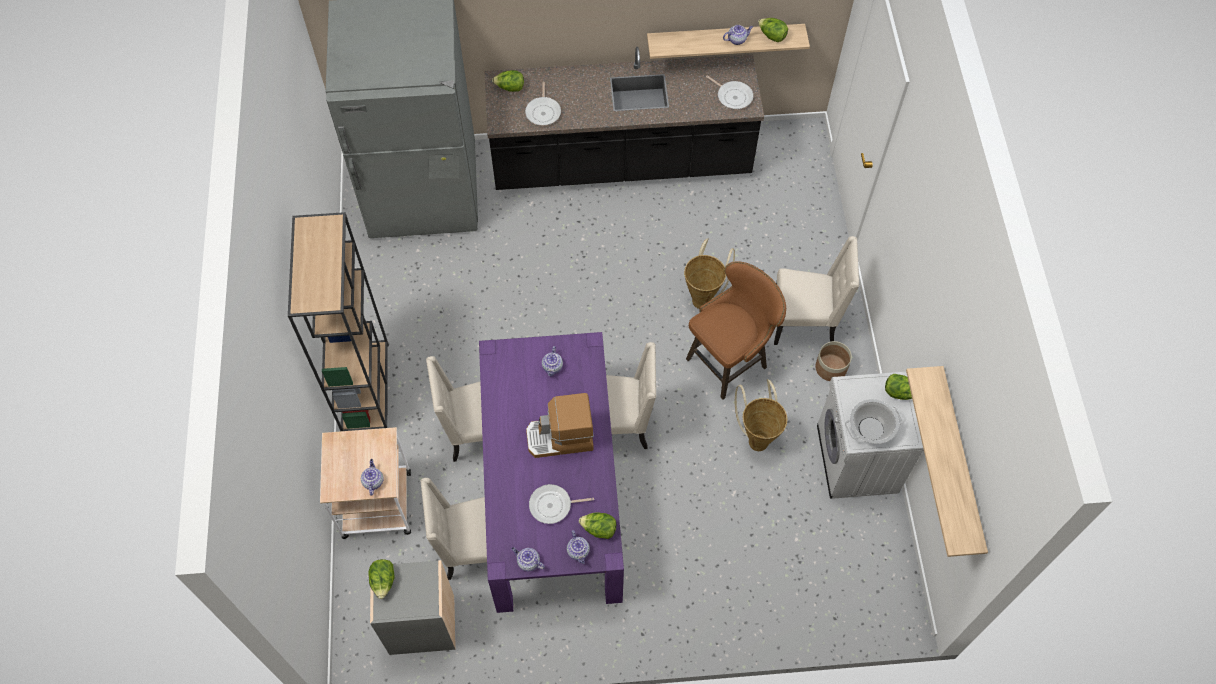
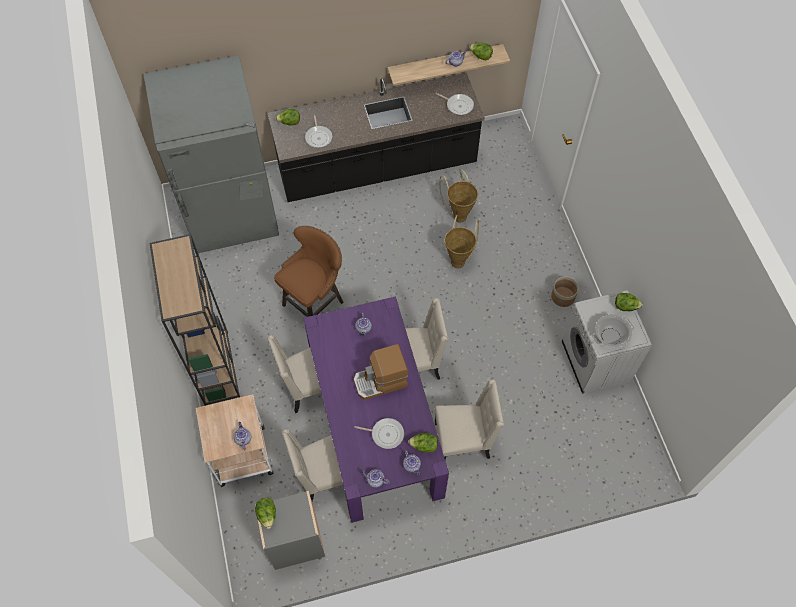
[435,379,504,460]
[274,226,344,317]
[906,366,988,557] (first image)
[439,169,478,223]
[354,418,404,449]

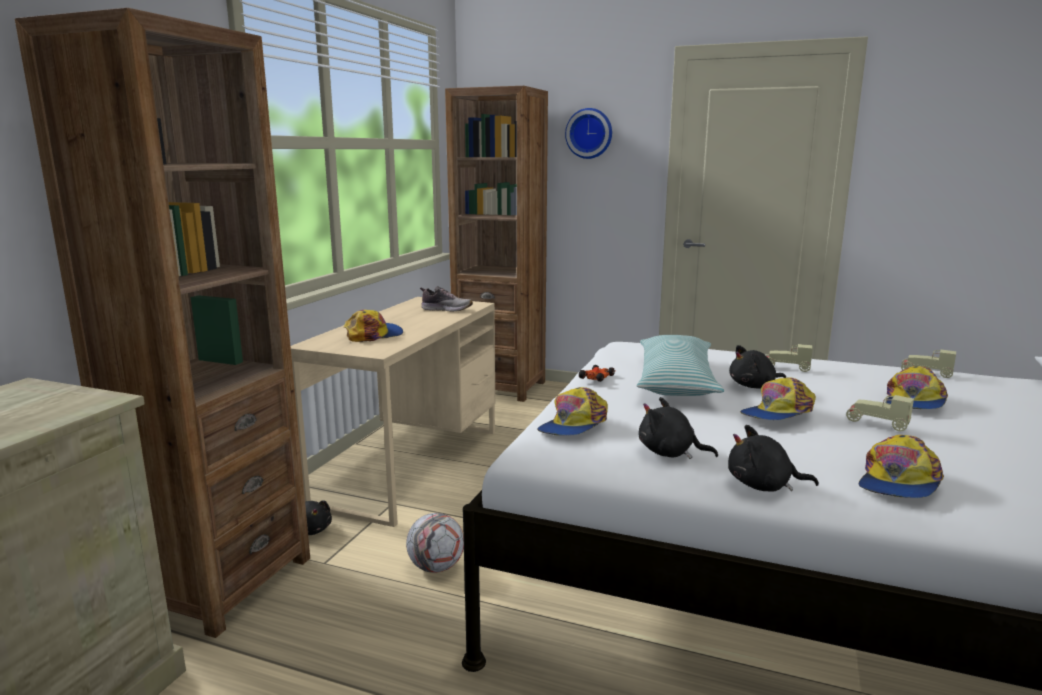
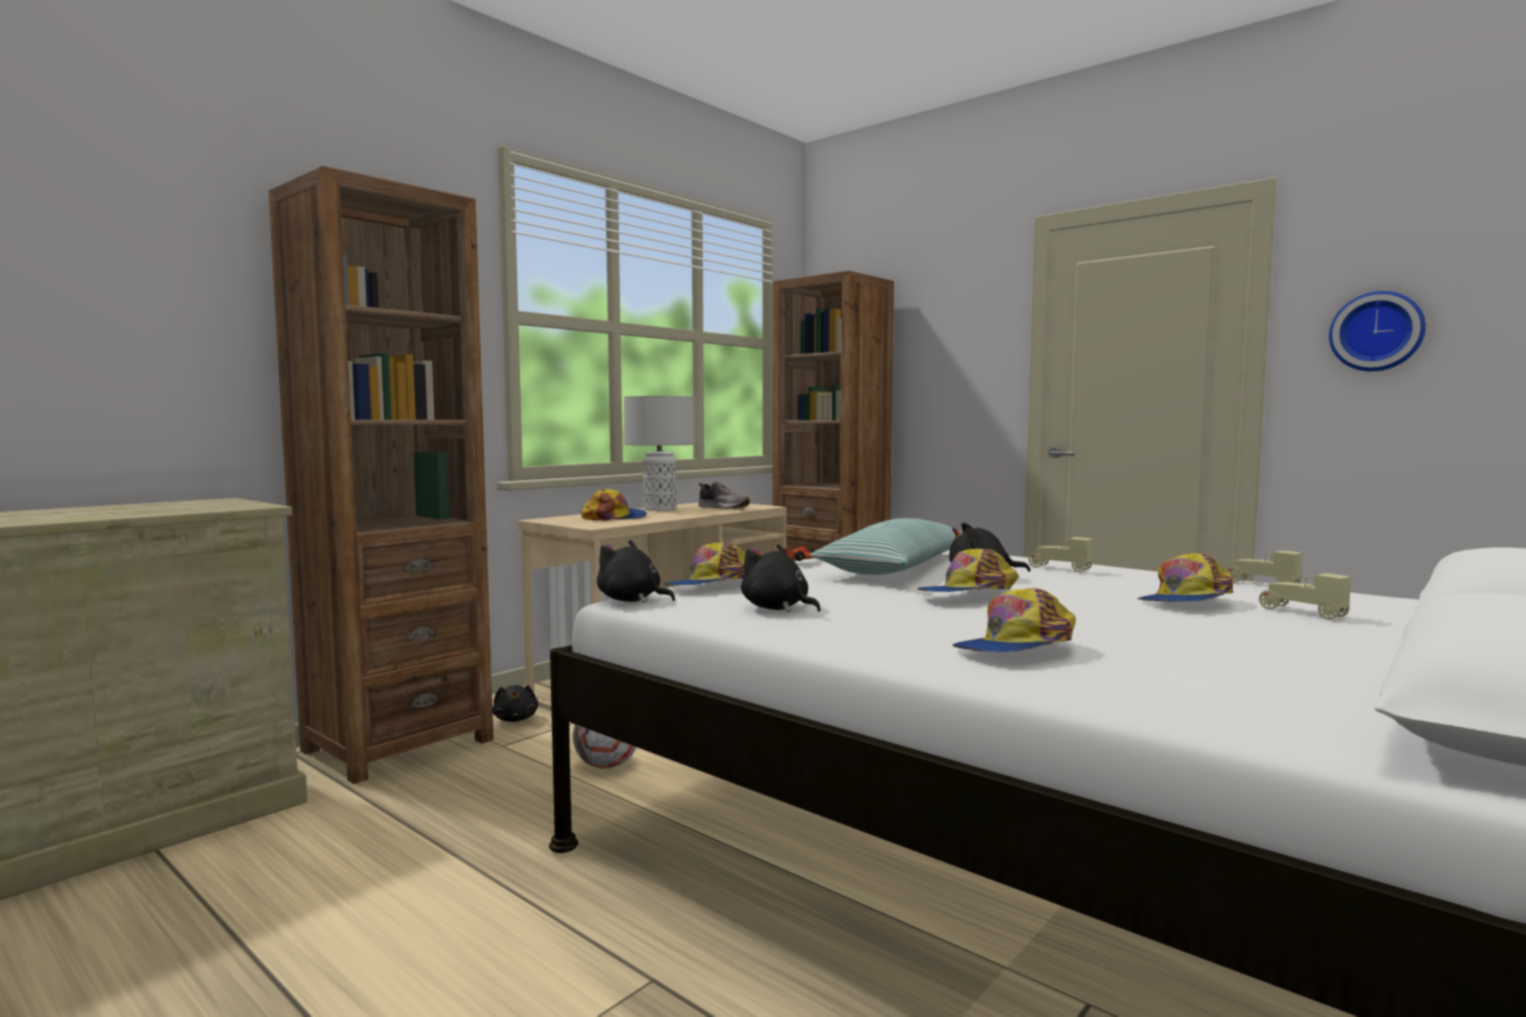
[1329,291,1426,371]
[1259,573,1351,619]
[597,540,675,603]
[624,396,694,511]

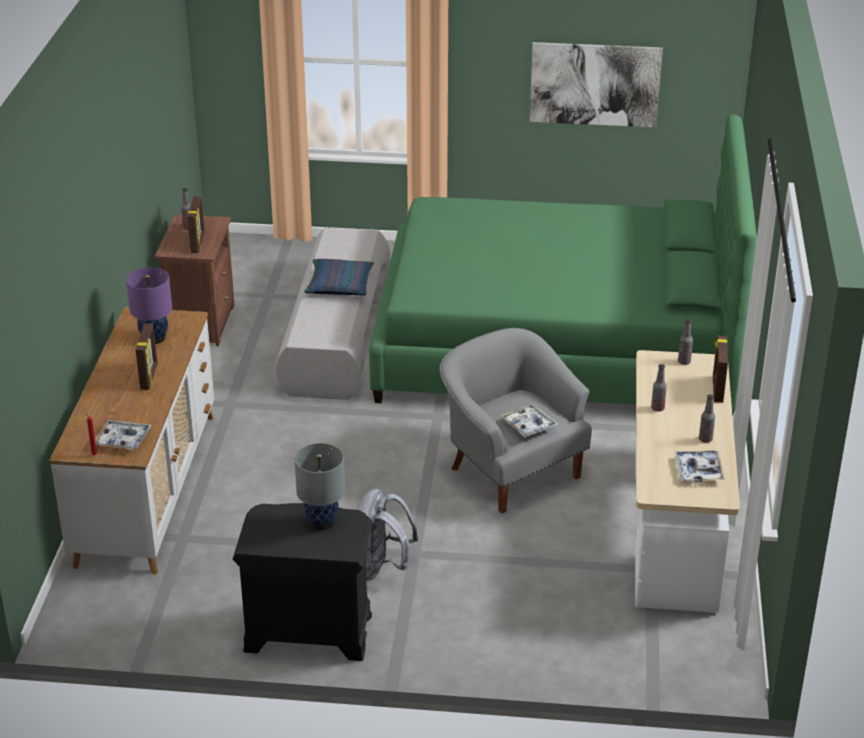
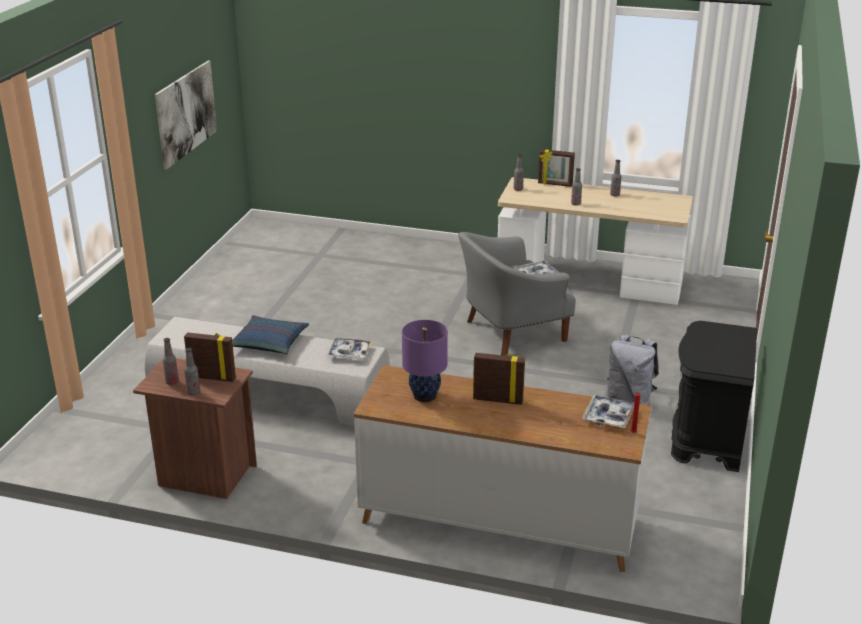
[369,114,757,415] (first image)
[295,443,345,530] (first image)
[327,338,372,360]
[184,348,200,395]

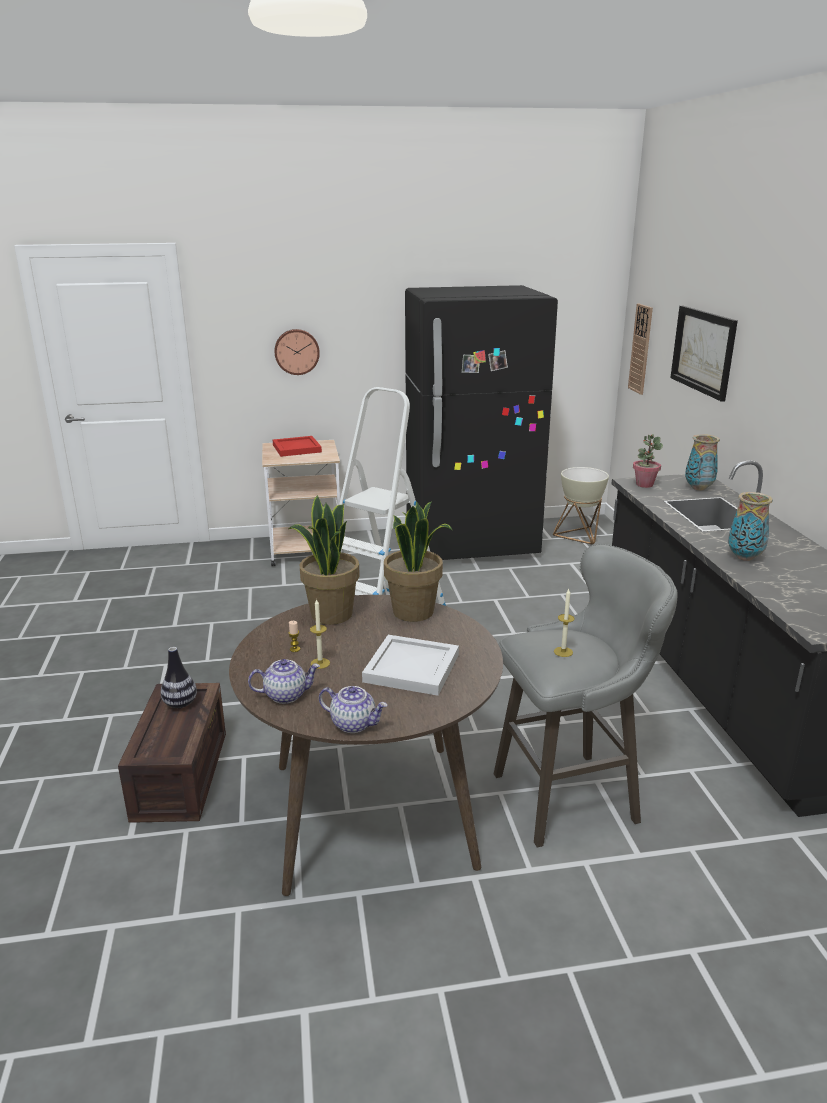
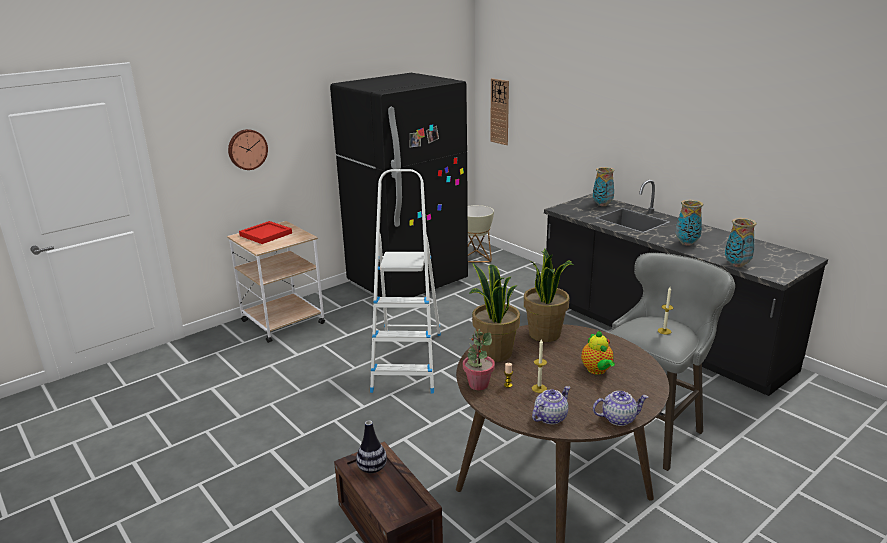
[670,306,738,402] (first image)
[463,329,495,390]
[581,331,615,375]
[725,218,757,267]

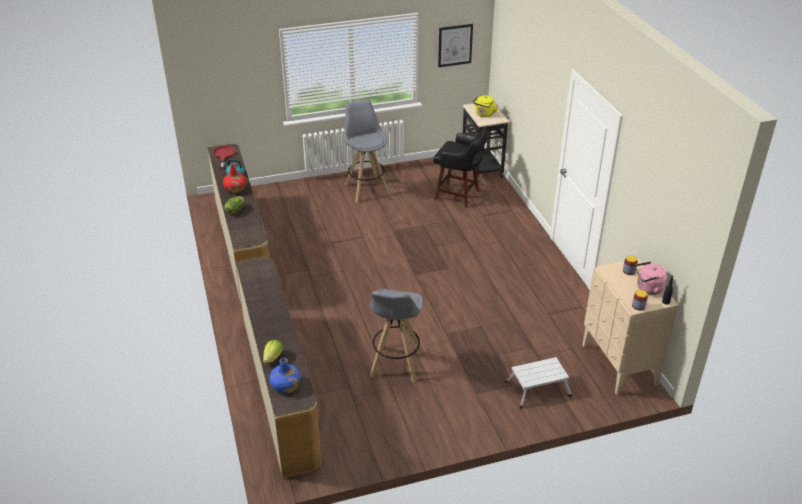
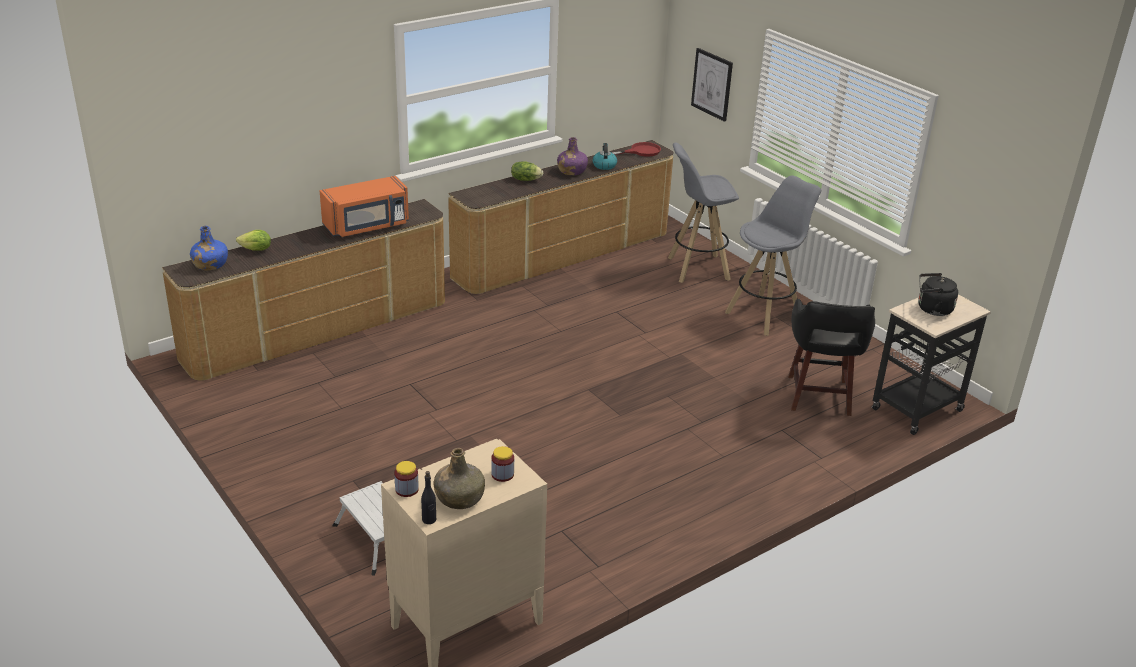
[691,48,733,122]
[918,273,958,316]
[557,137,588,175]
[433,448,485,509]
[668,142,739,283]
[319,176,409,237]

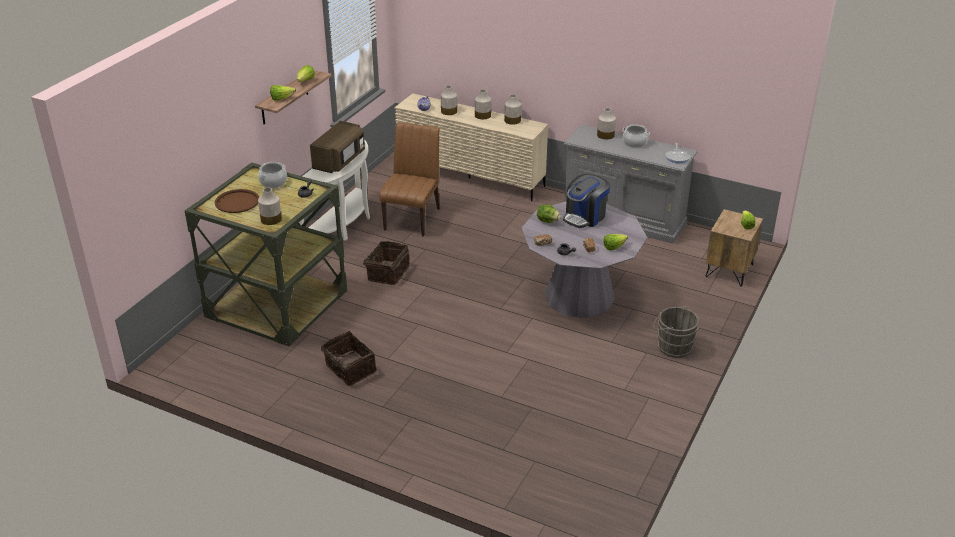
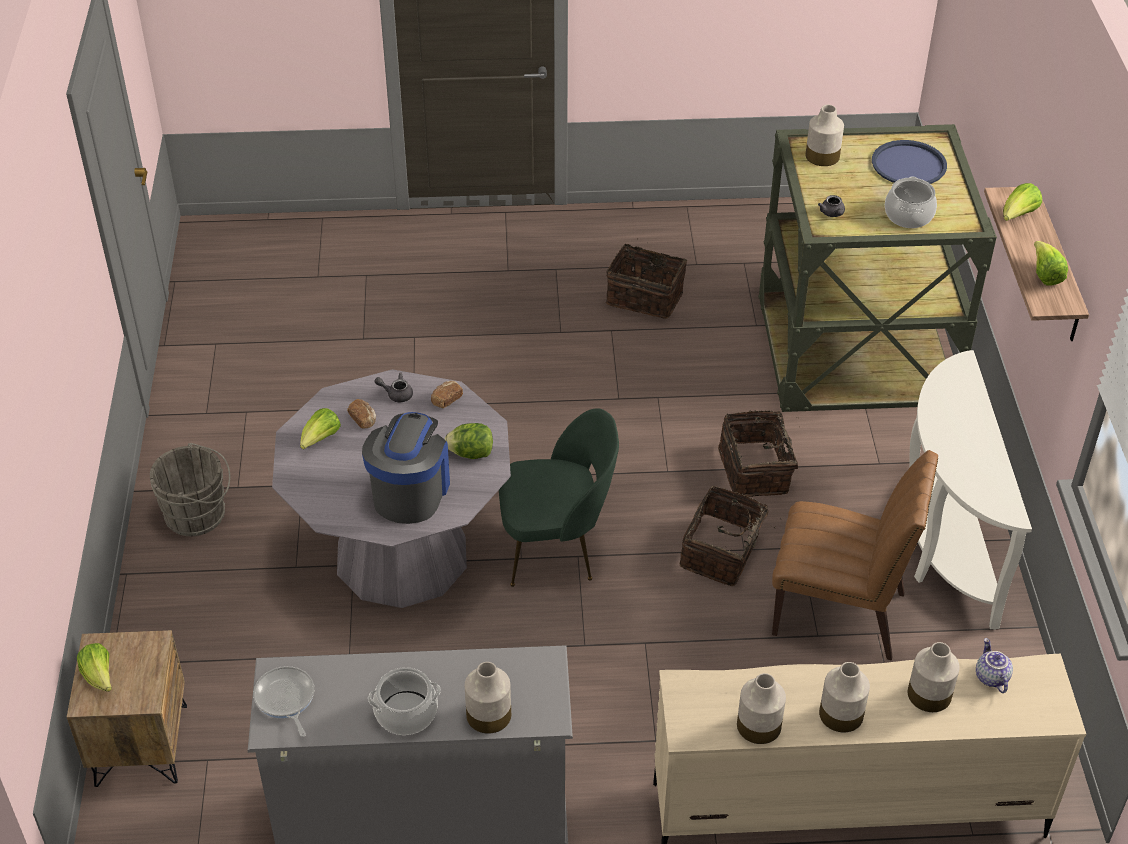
[310,121,365,173] (first image)
[772,450,938,660]
[872,140,947,184]
[499,408,619,587]
[679,485,775,586]

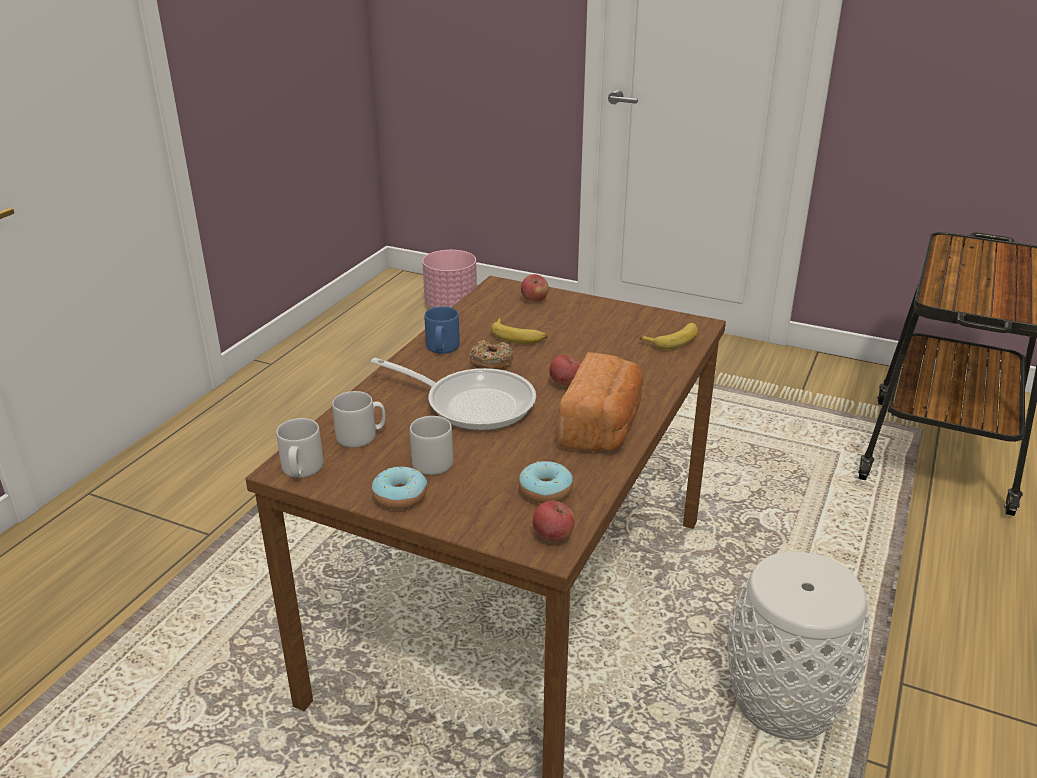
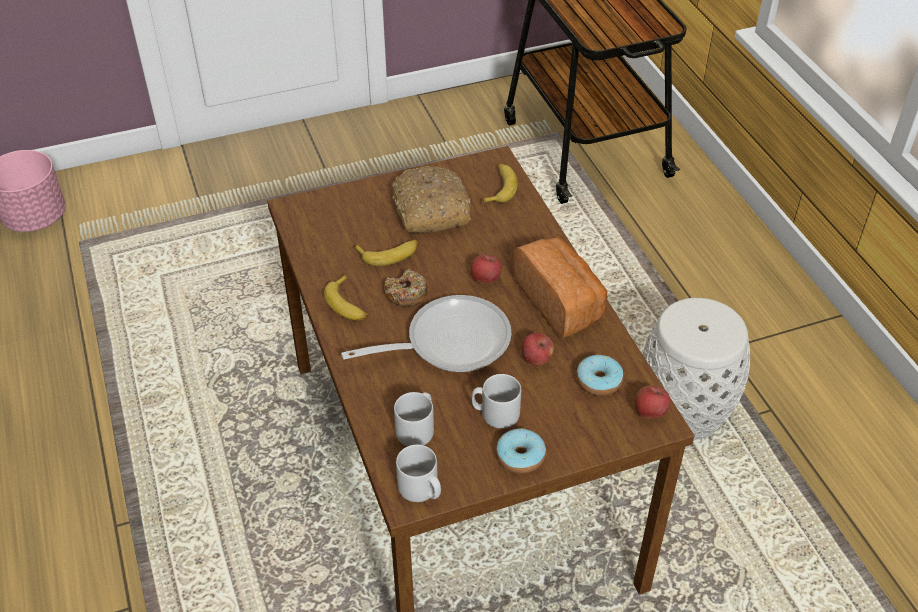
[522,333,554,366]
[324,274,368,321]
[392,166,471,233]

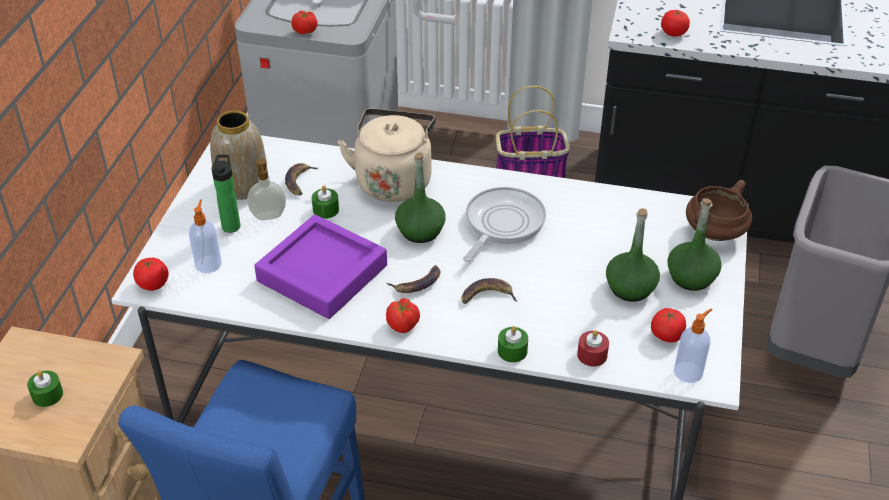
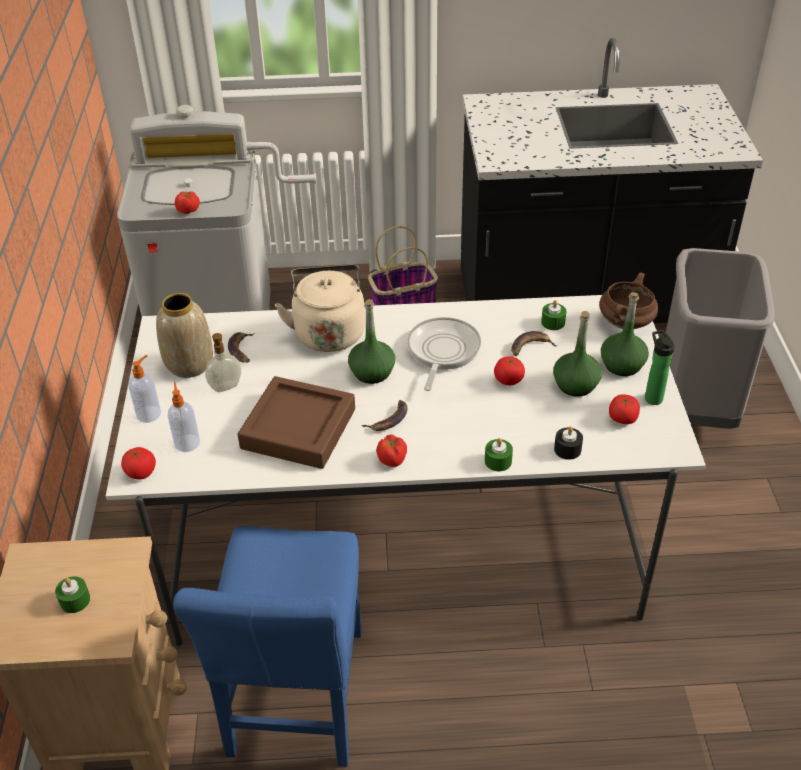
[494,356,525,385]
[645,330,675,405]
[541,300,566,330]
[238,376,355,469]
[511,331,556,356]
[129,355,161,423]
[554,426,583,460]

